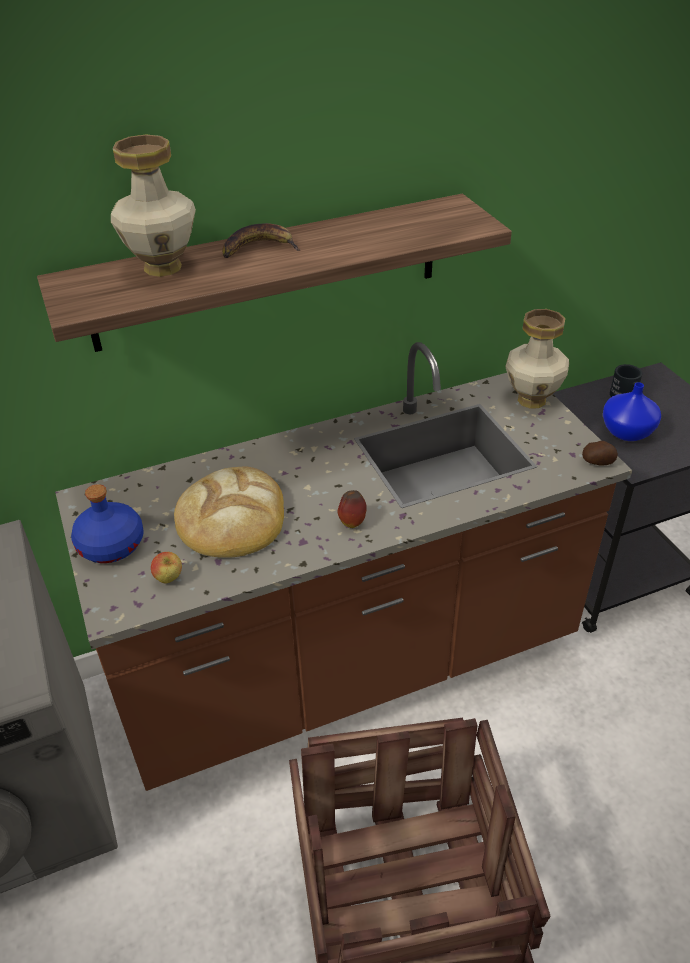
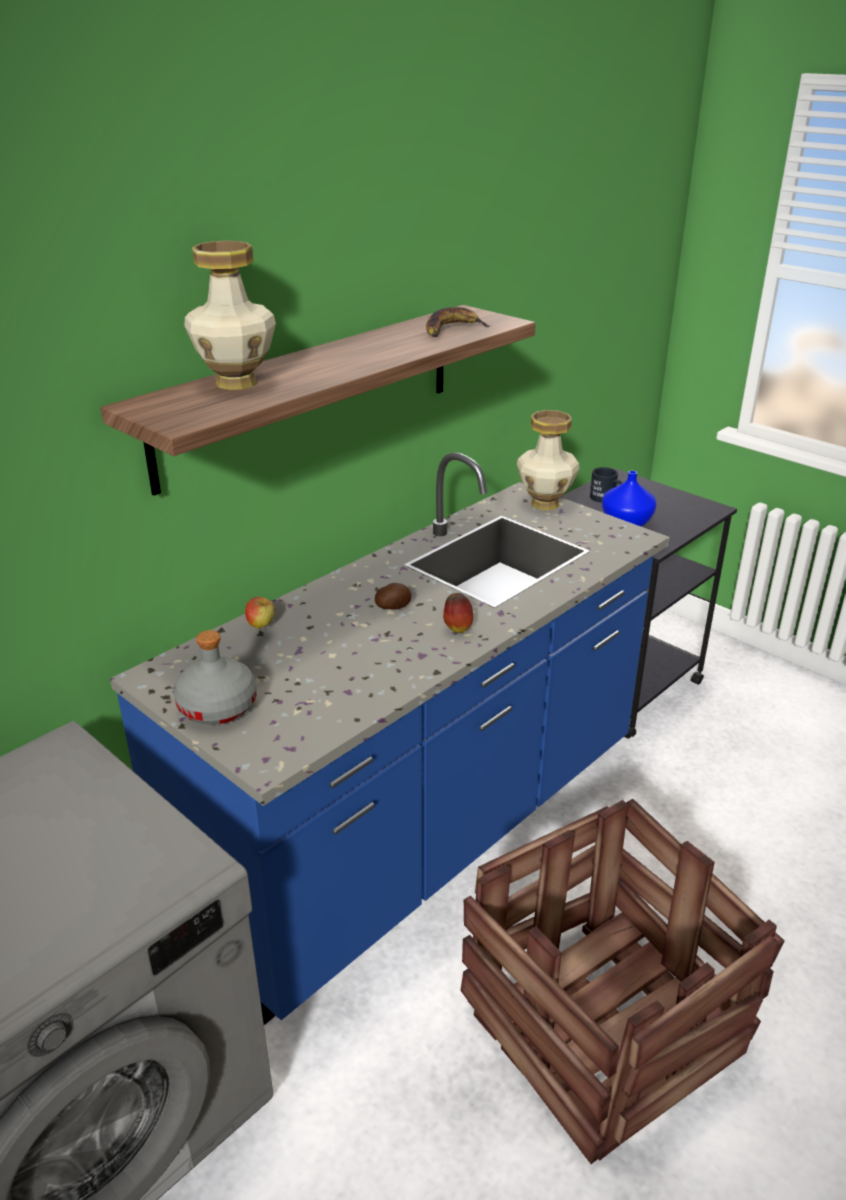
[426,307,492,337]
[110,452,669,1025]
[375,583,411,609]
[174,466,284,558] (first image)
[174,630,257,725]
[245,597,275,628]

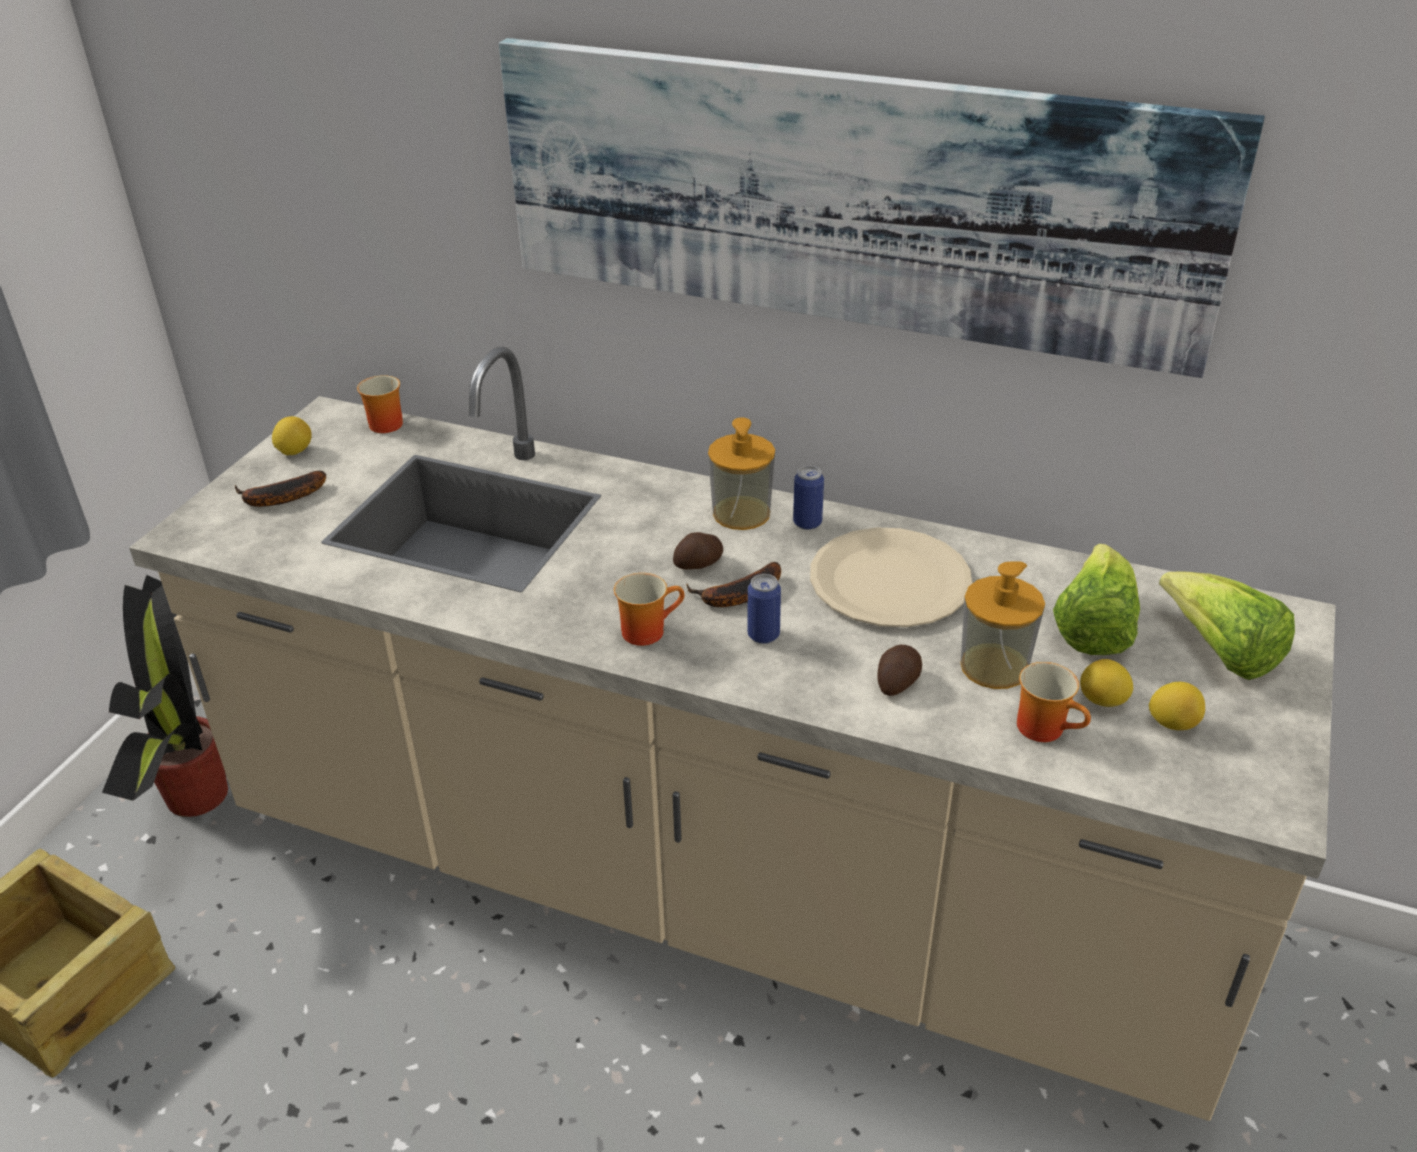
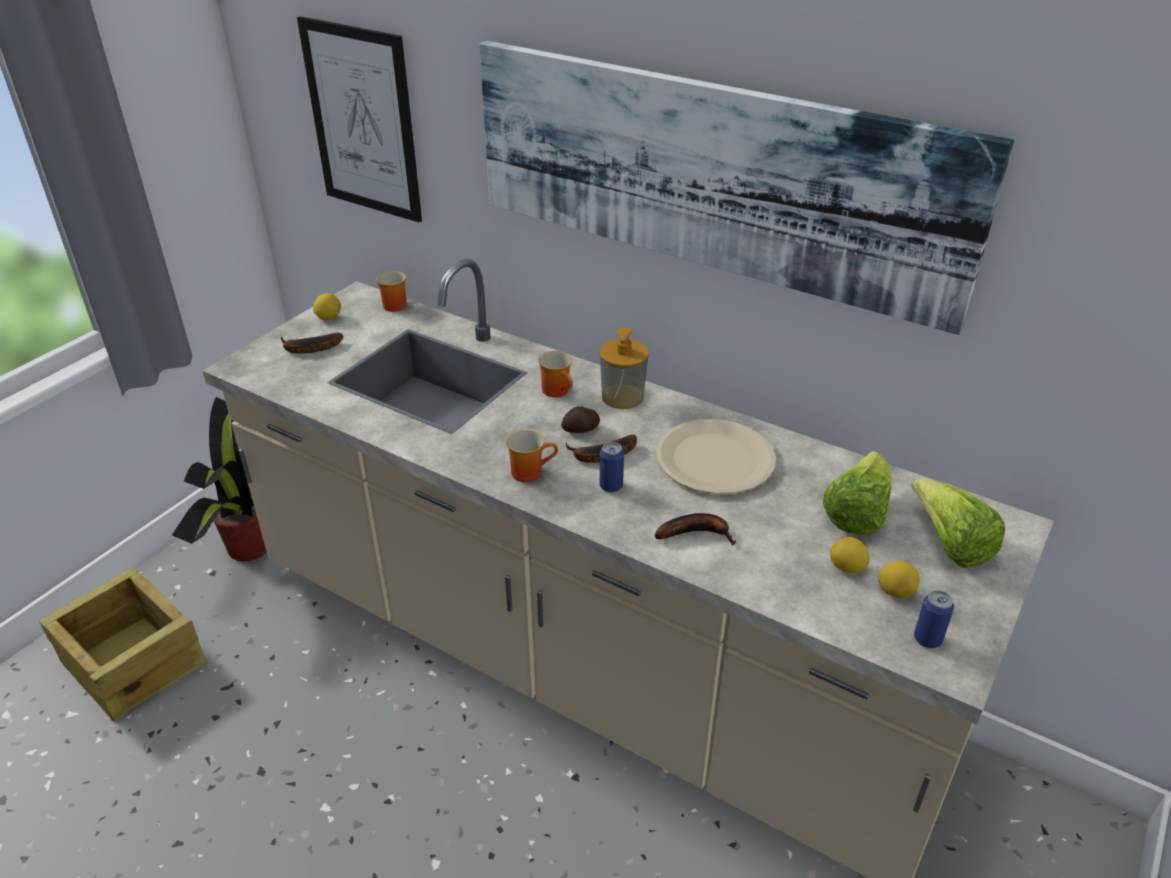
[914,590,954,648]
[961,561,1045,689] (first image)
[655,513,736,545]
[538,351,573,397]
[297,16,422,223]

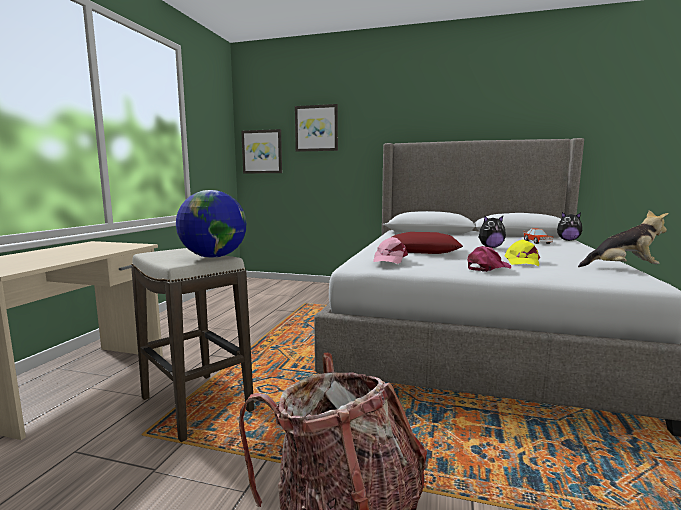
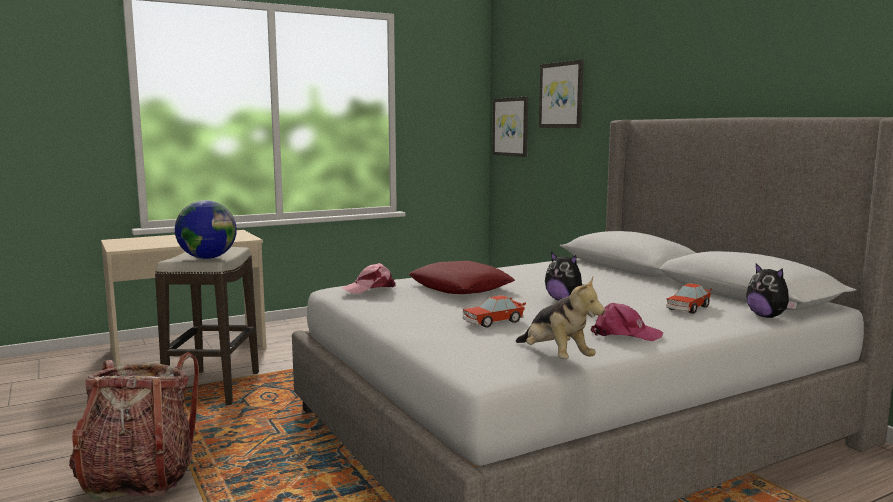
[462,295,526,328]
[590,303,663,341]

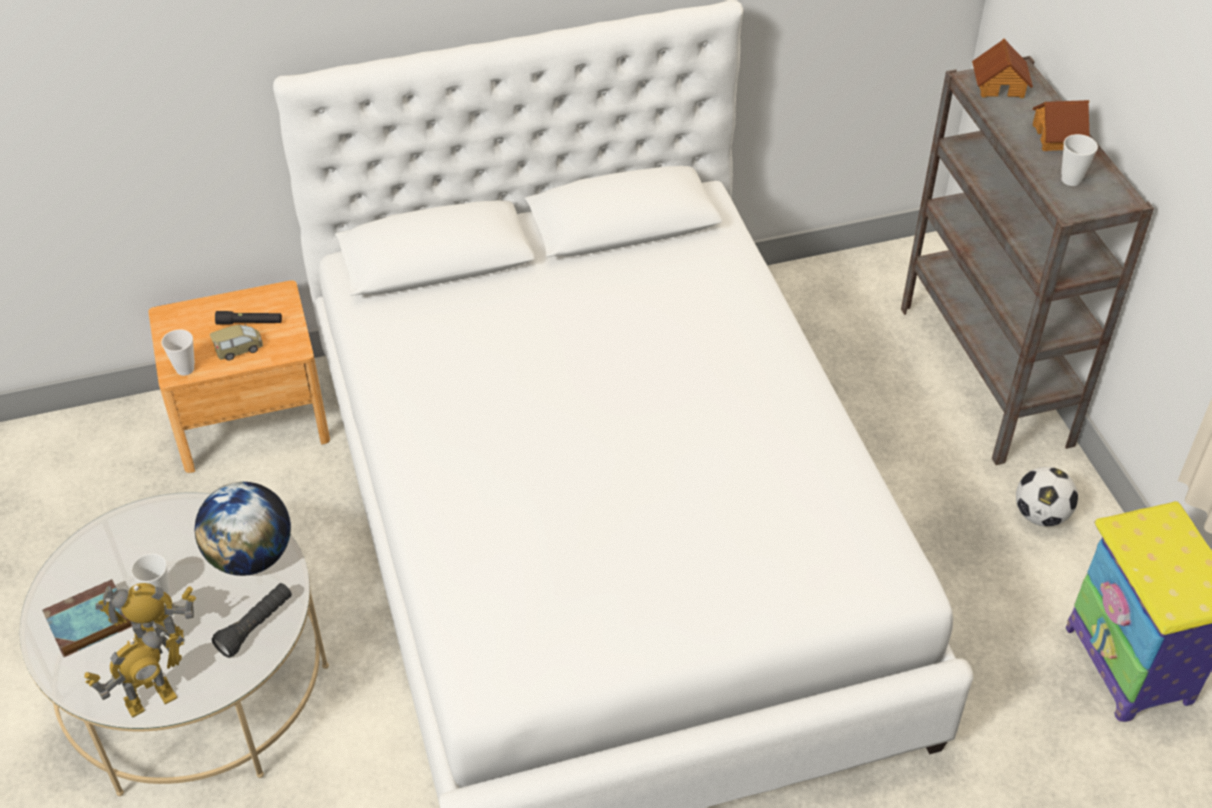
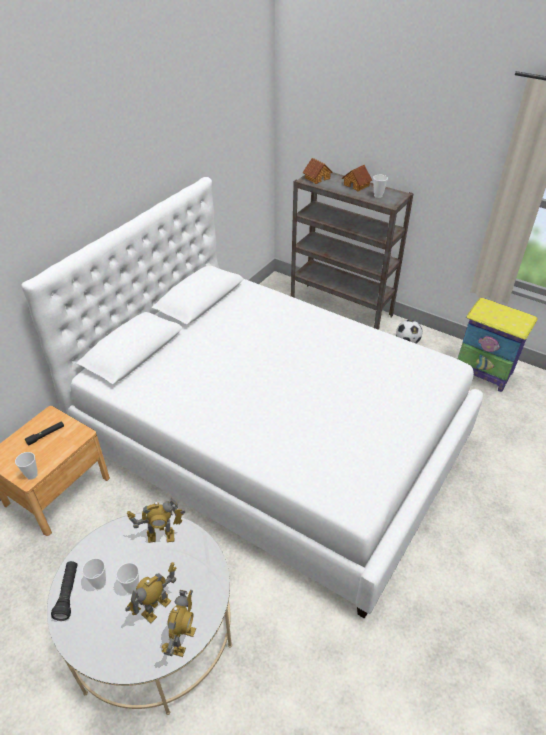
[209,324,263,361] (first image)
[127,498,185,543]
[42,579,132,657] (first image)
[51,561,77,621]
[82,558,106,589]

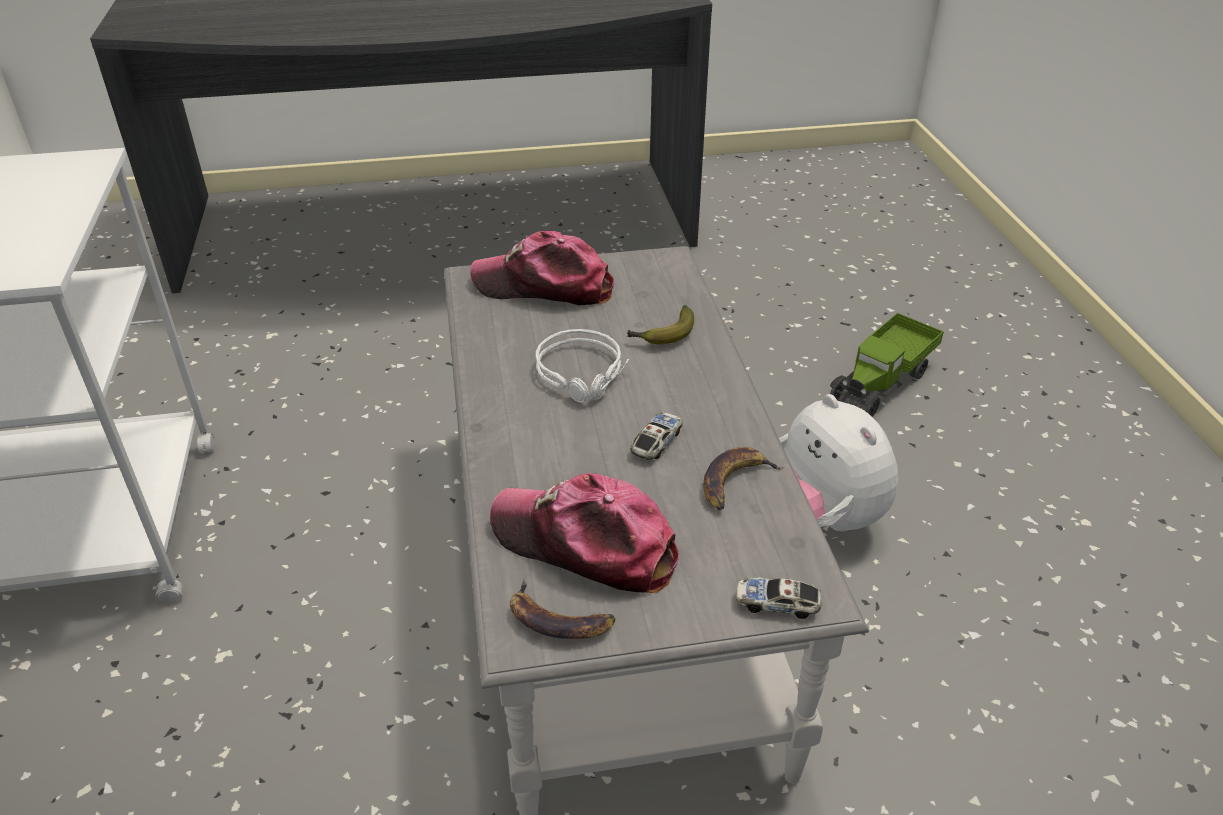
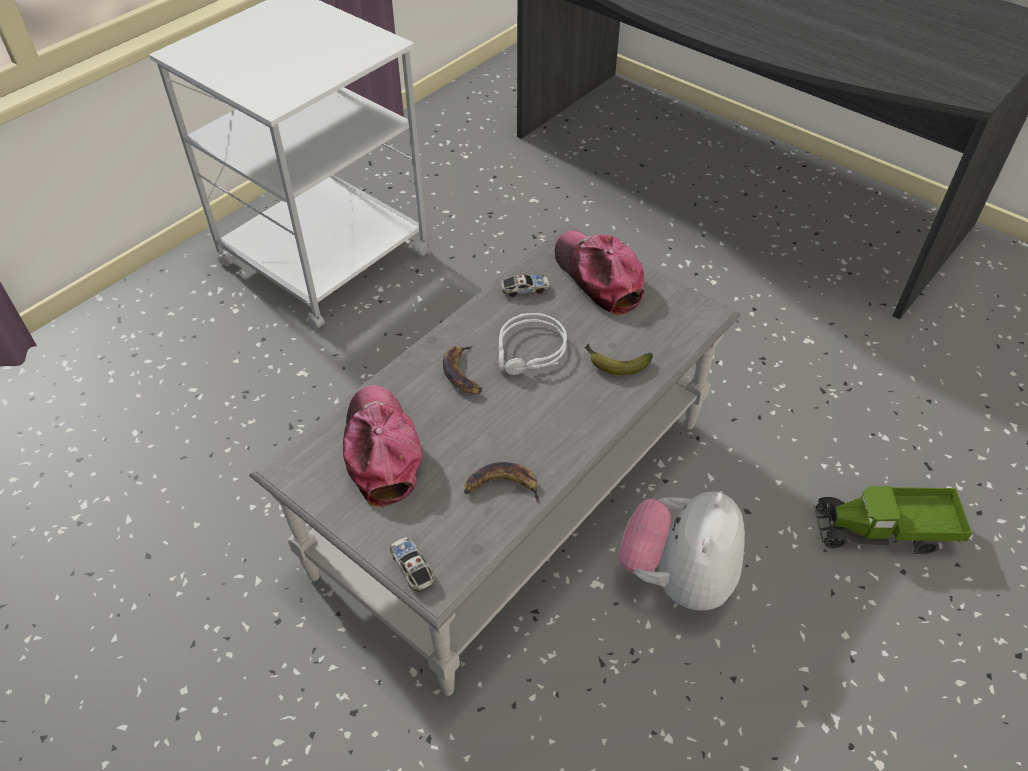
[501,275,550,297]
[443,345,482,394]

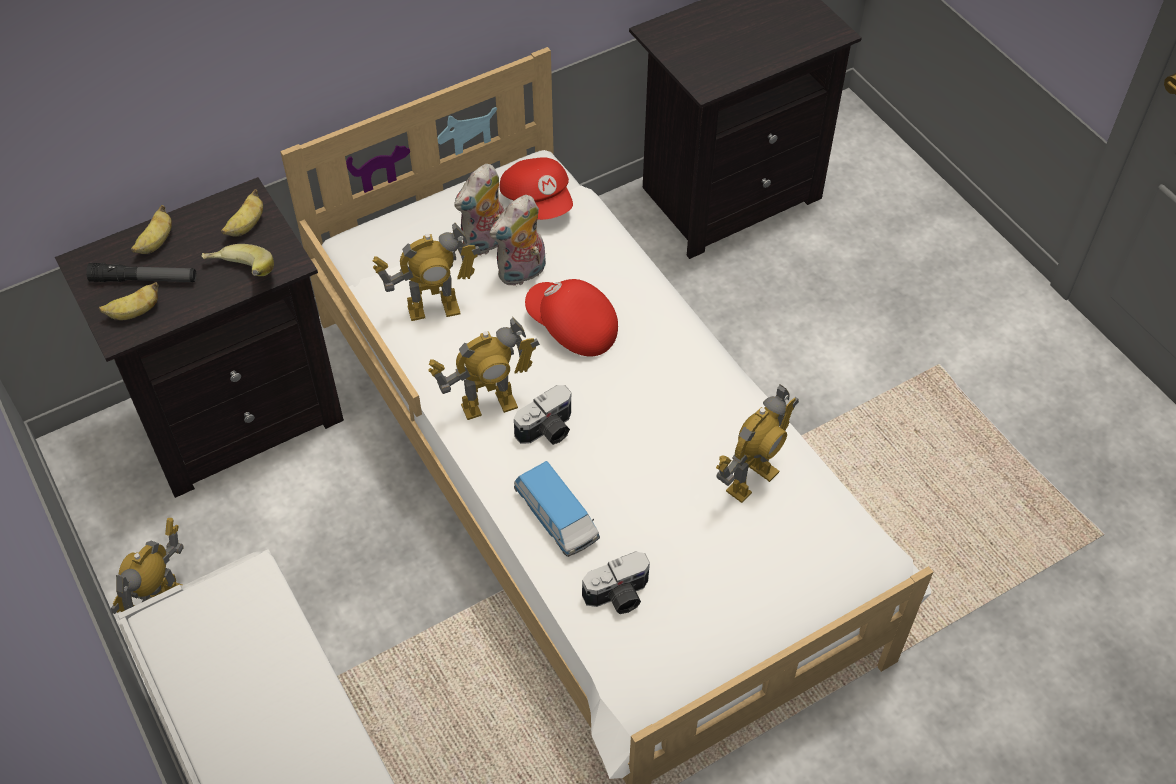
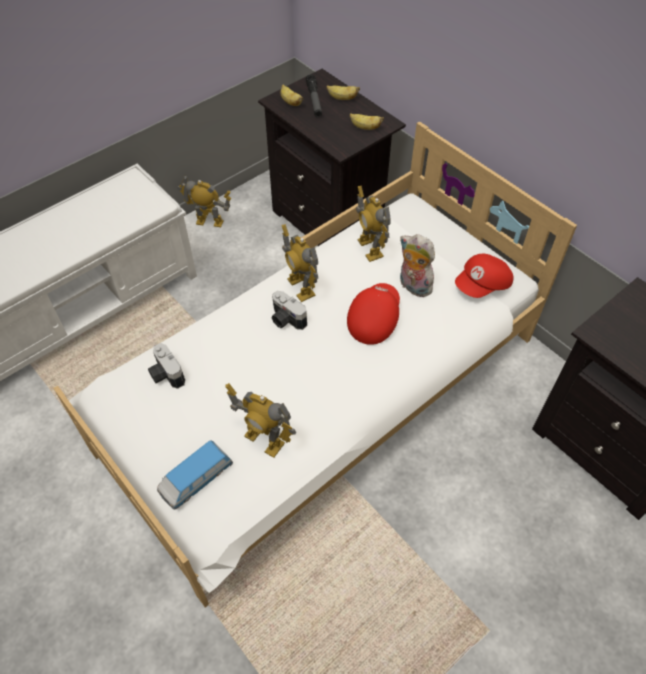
[454,164,505,256] (first image)
[201,244,274,276] (first image)
[157,440,233,509]

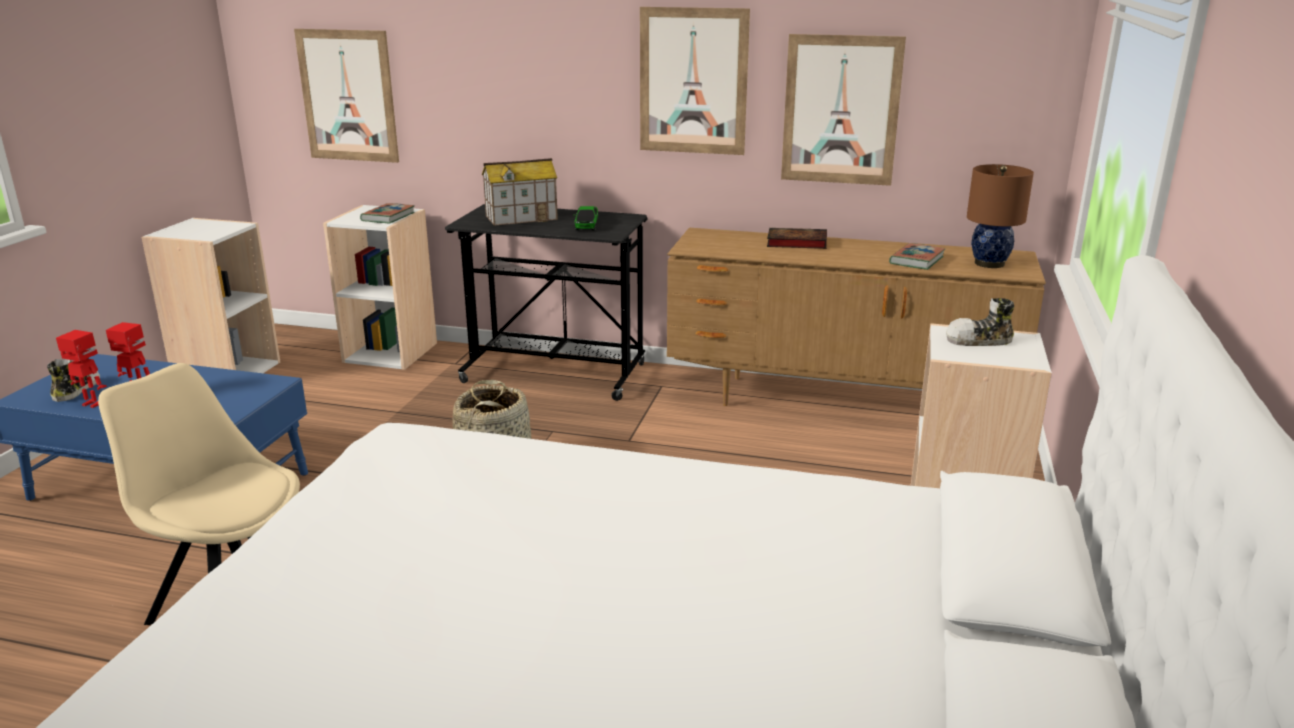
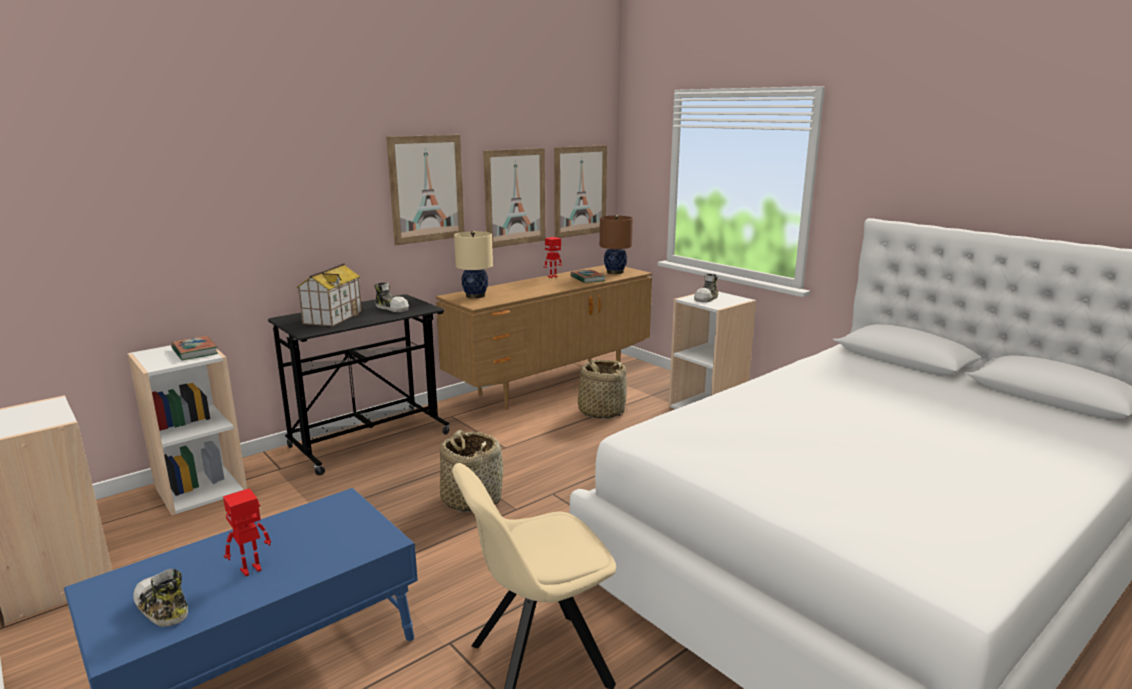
[554,145,607,238]
[374,283,409,312]
[767,228,827,249] (first image)
[543,237,562,278]
[454,231,493,298]
[575,359,627,419]

